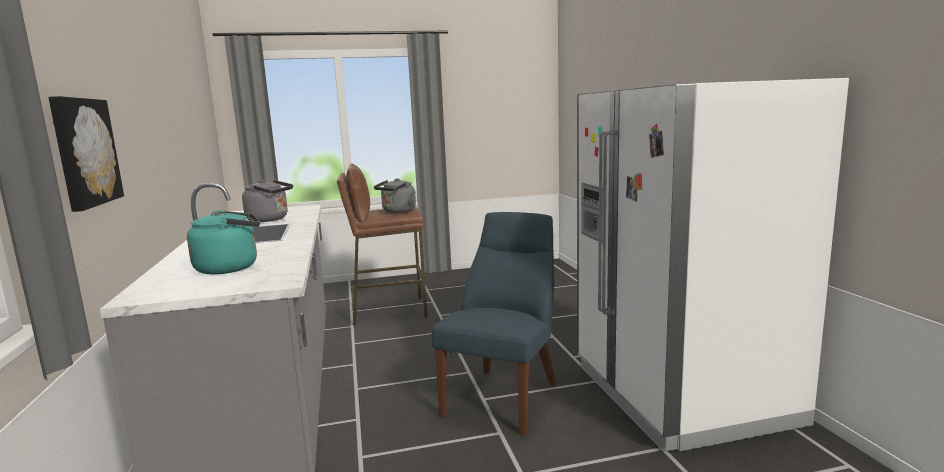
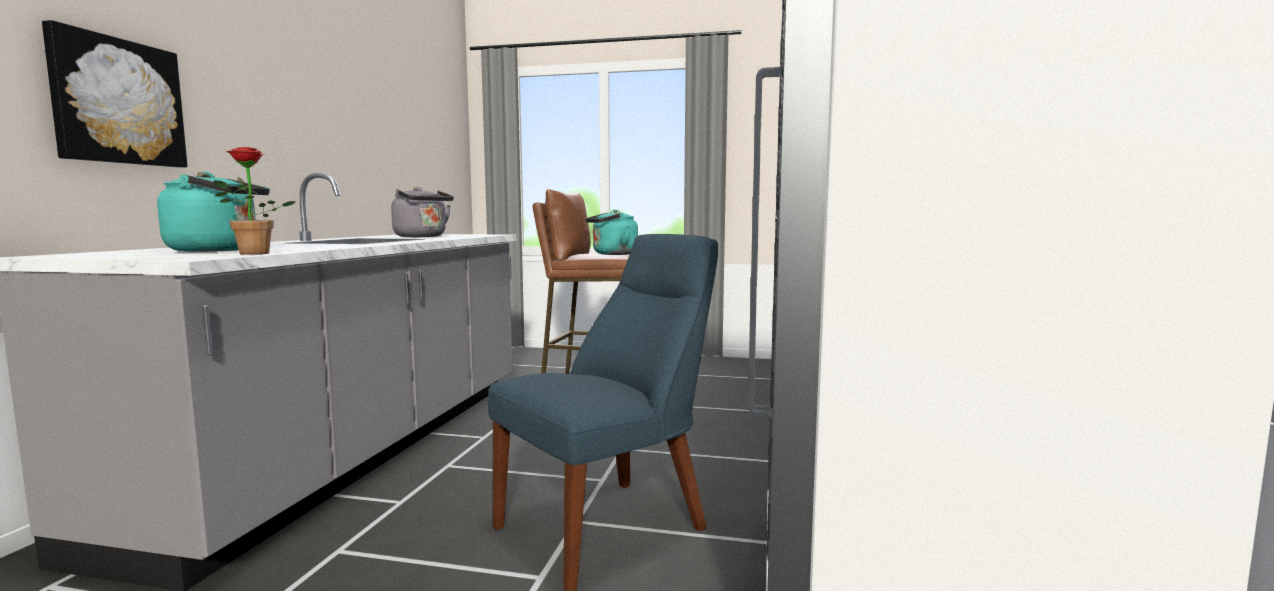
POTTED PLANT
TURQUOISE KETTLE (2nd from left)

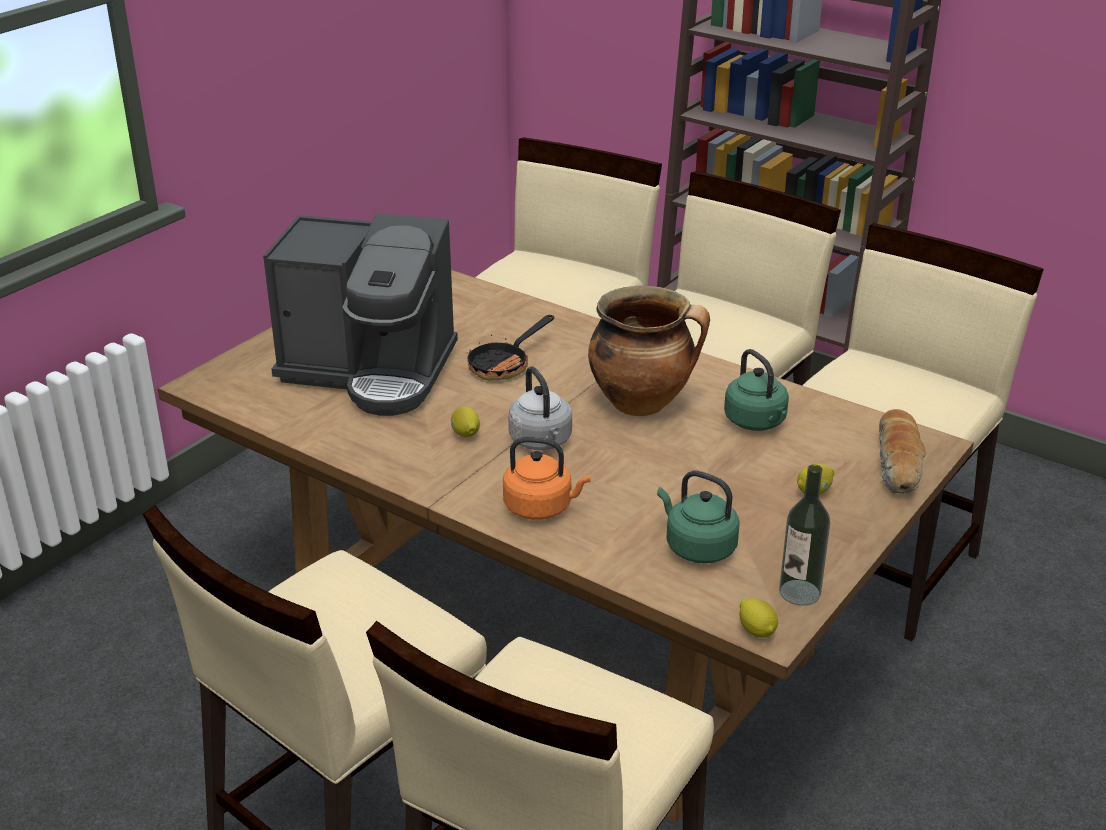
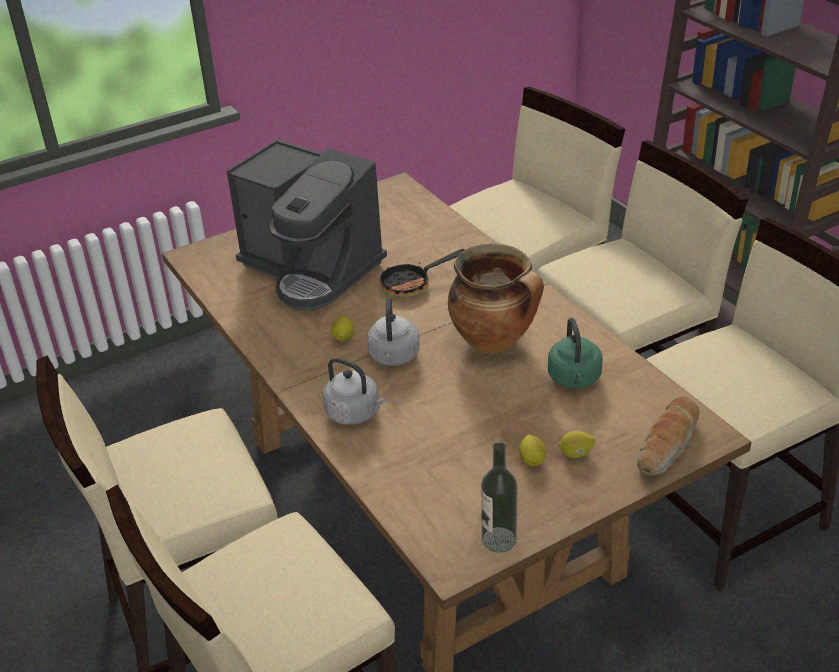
GREY KETTLE (1st from left)
LEMON (2nd from left)
GREEN KETTLE (1st from left in the first image)

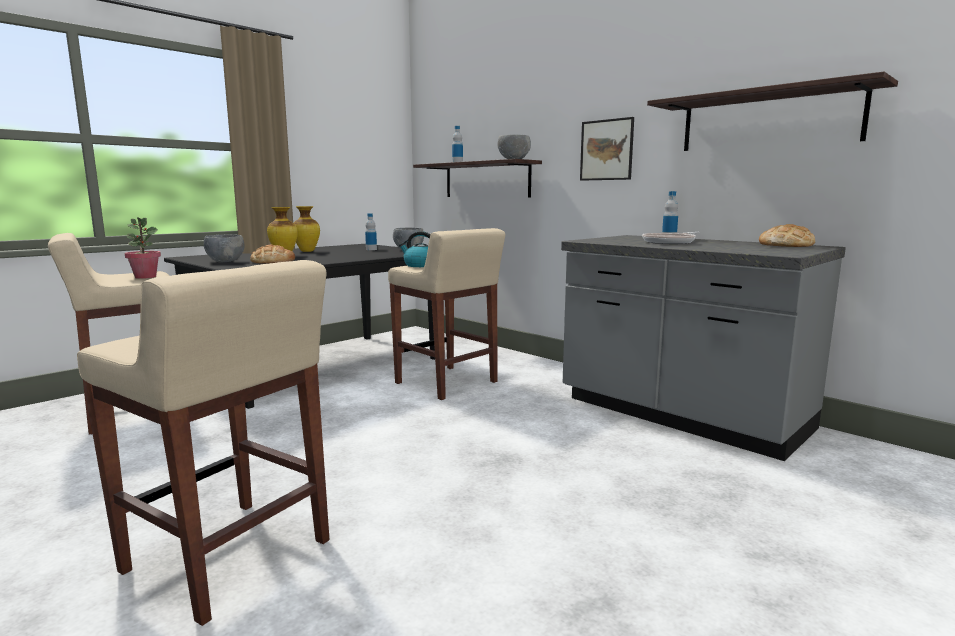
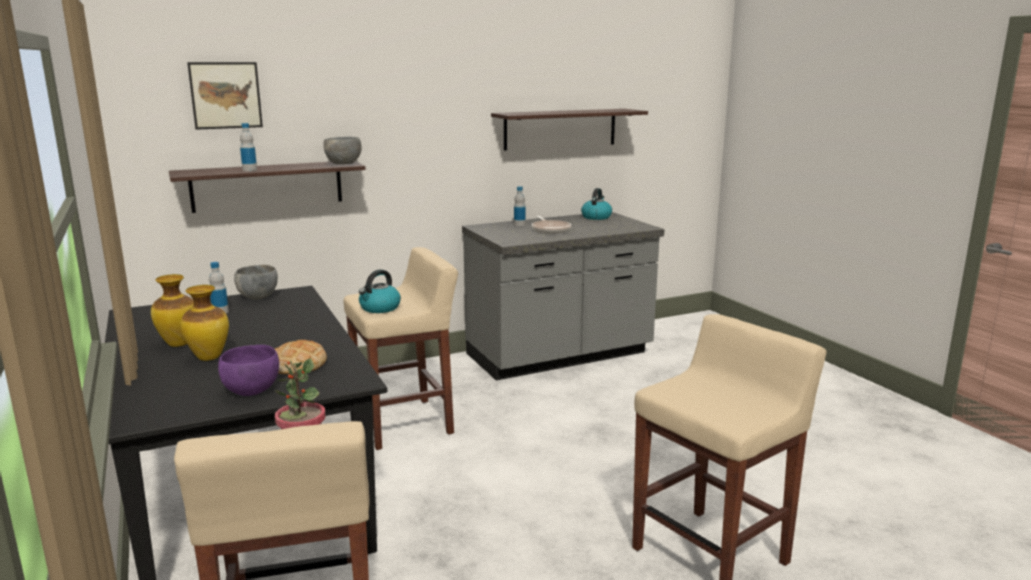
PICTURE
PURPLE BOWL
KETTLE (2nd from left)

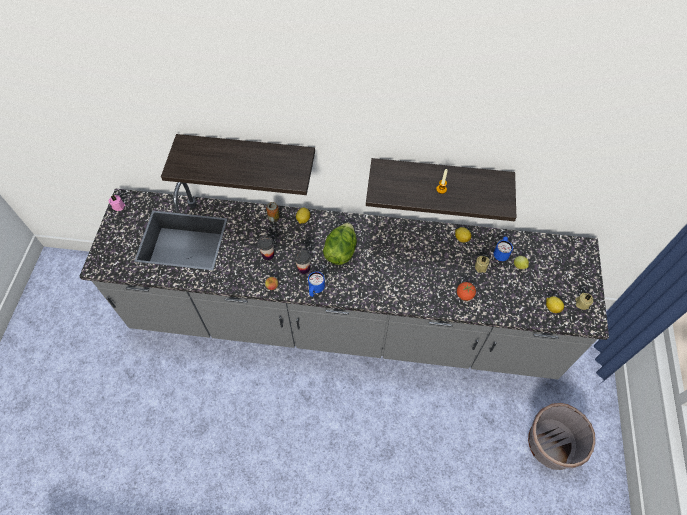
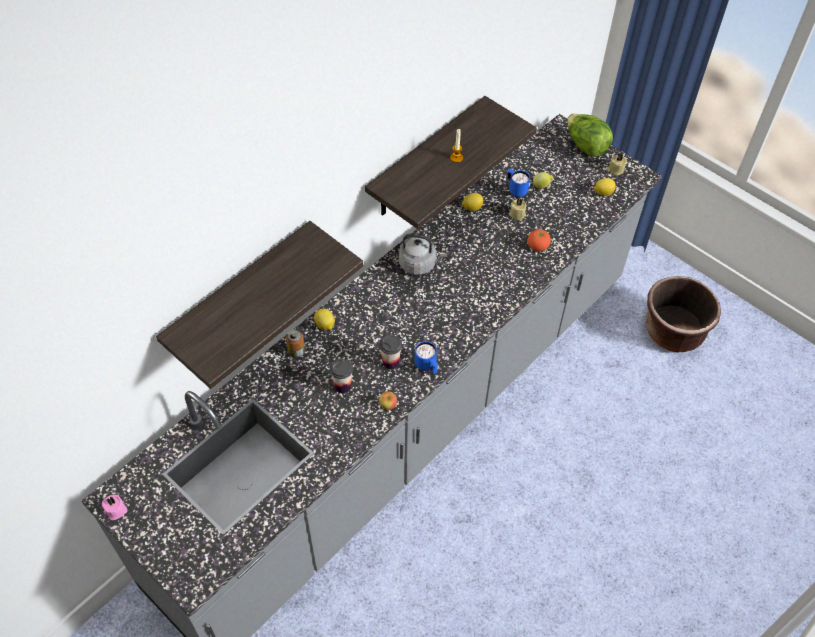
GREY KETTLE
LETTUCE
BROWN PLANTER

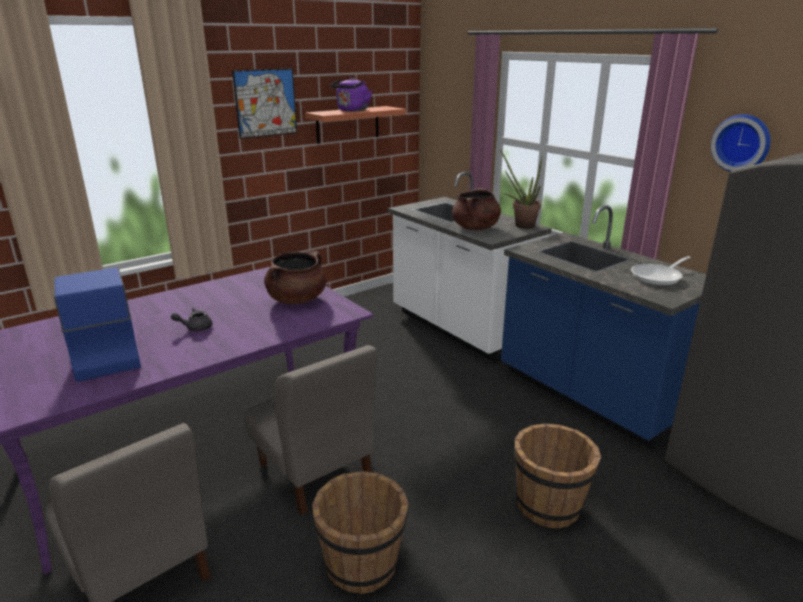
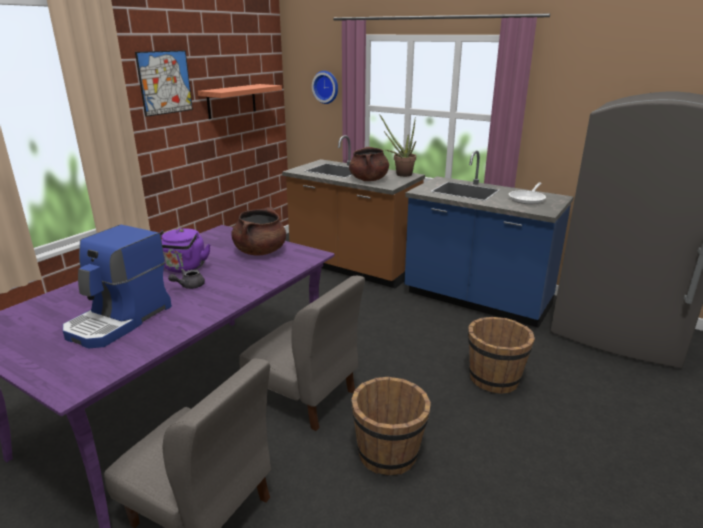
COFFEE MACHINE
PURPLE KETTLE
BROWN COUNTER
WALL CLOCK

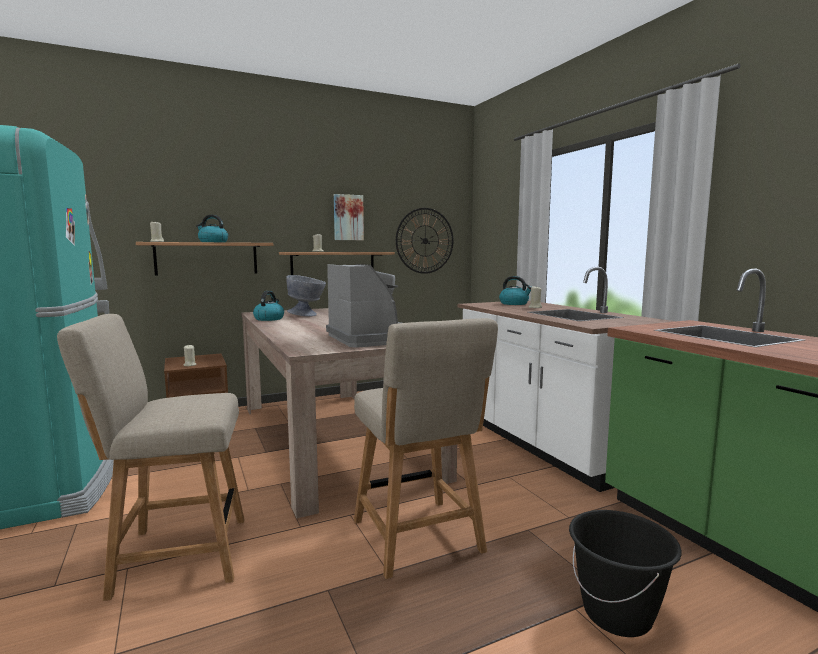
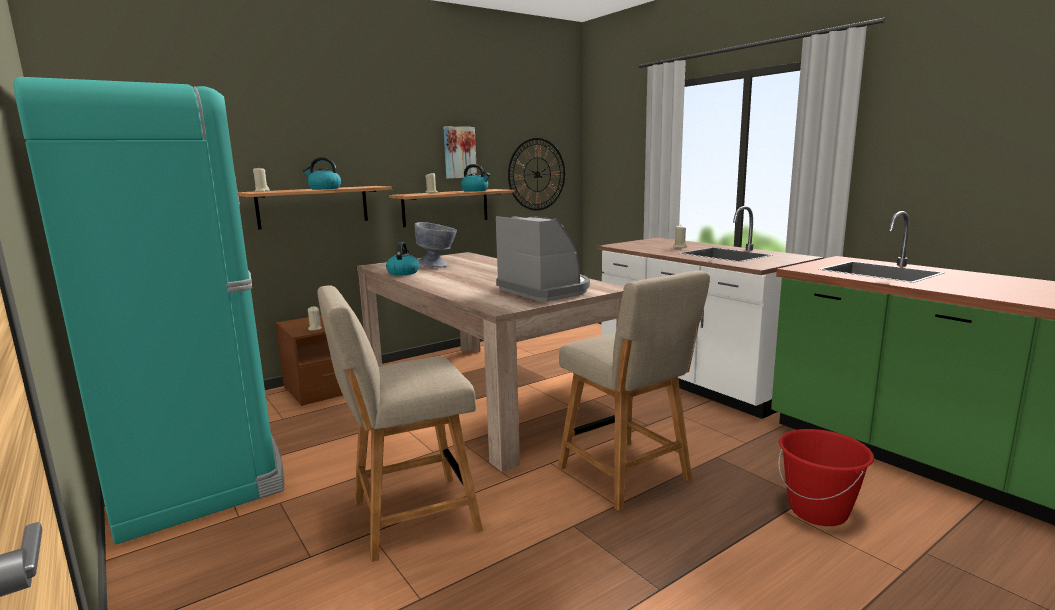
KETTLE (3rd from left)
RED BUCKET

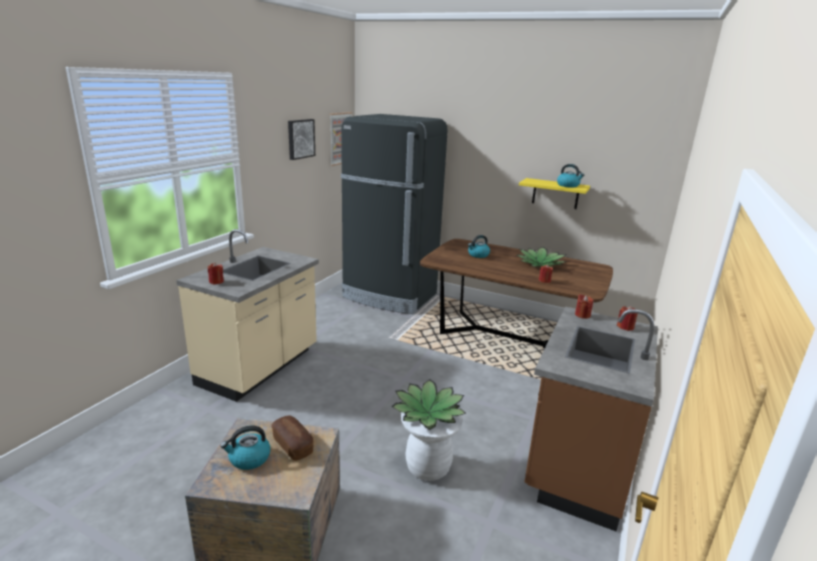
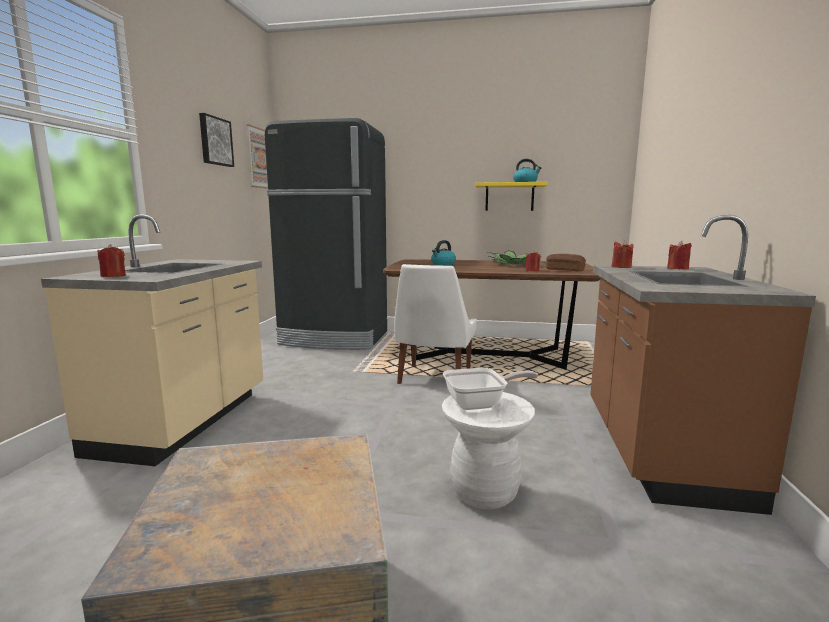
WHITE CHAIR
FRYING PAN
BREAD
KETTLE (1st from left in the first image)

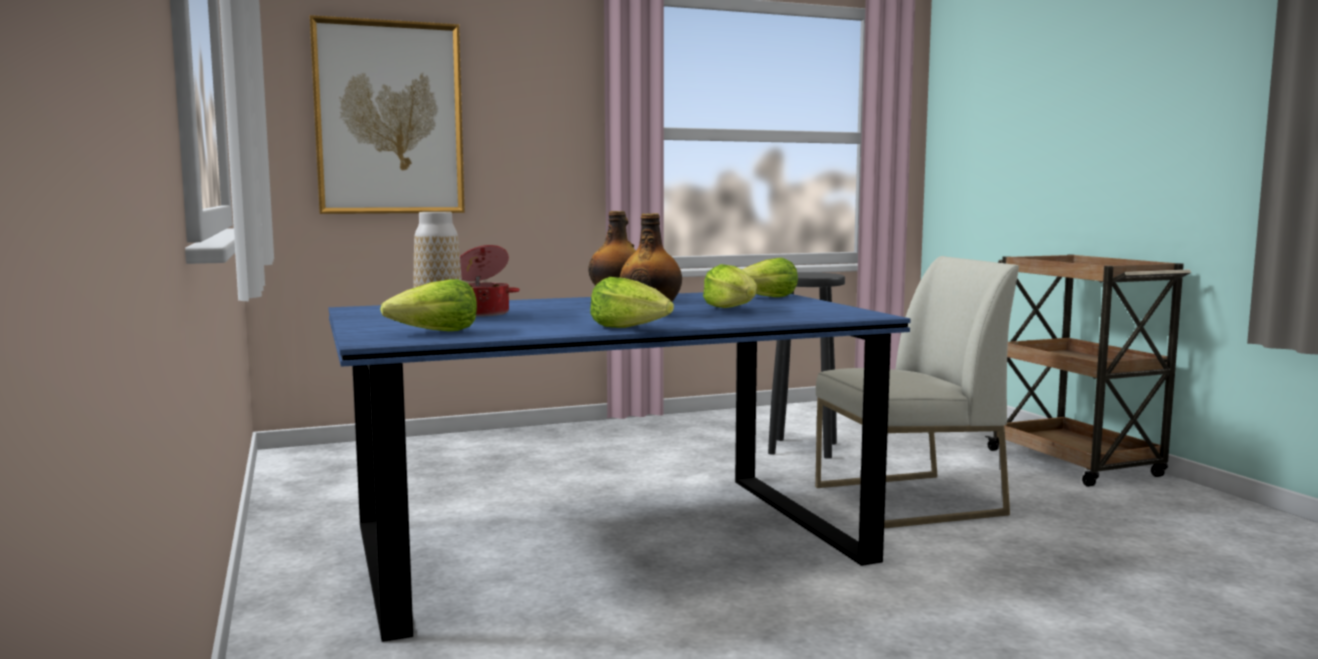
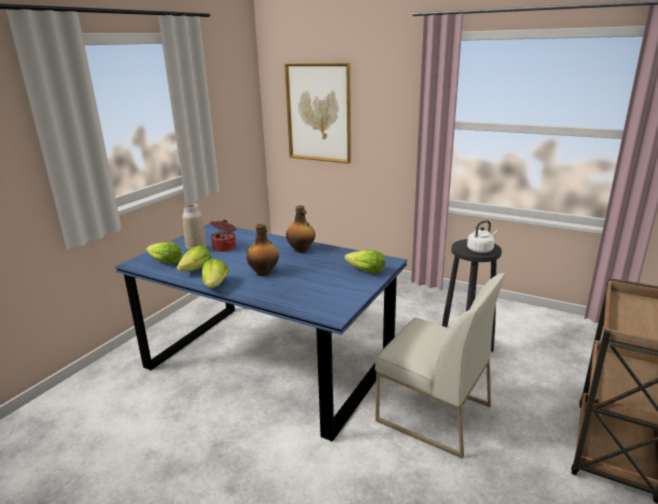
LETTUCE (2nd from left)
WHITE KETTLE

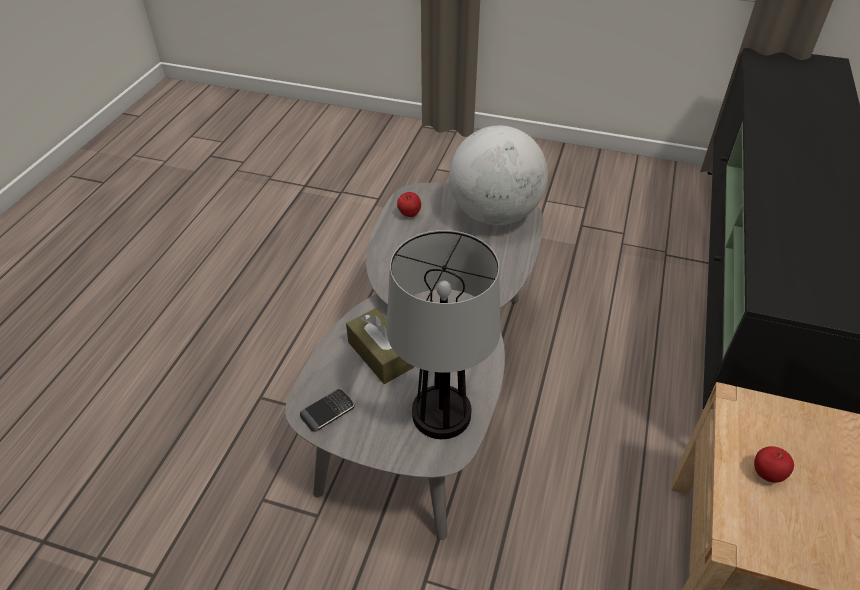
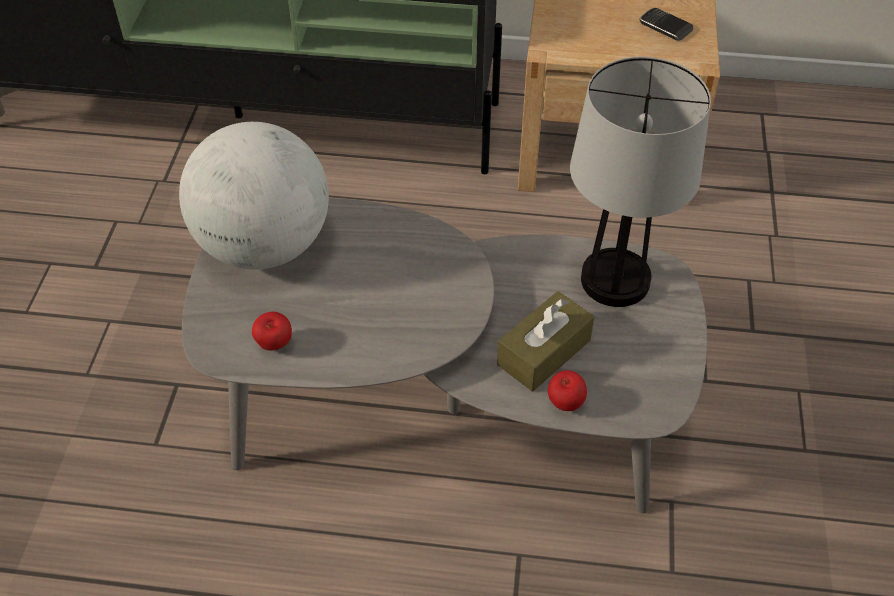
APPLE (2nd from left)
PHONE

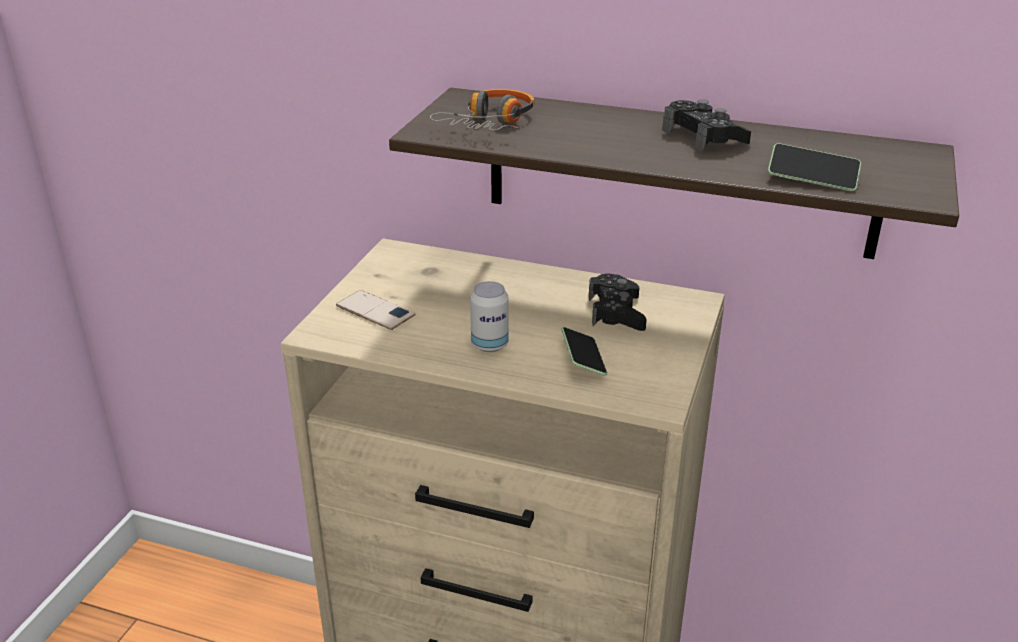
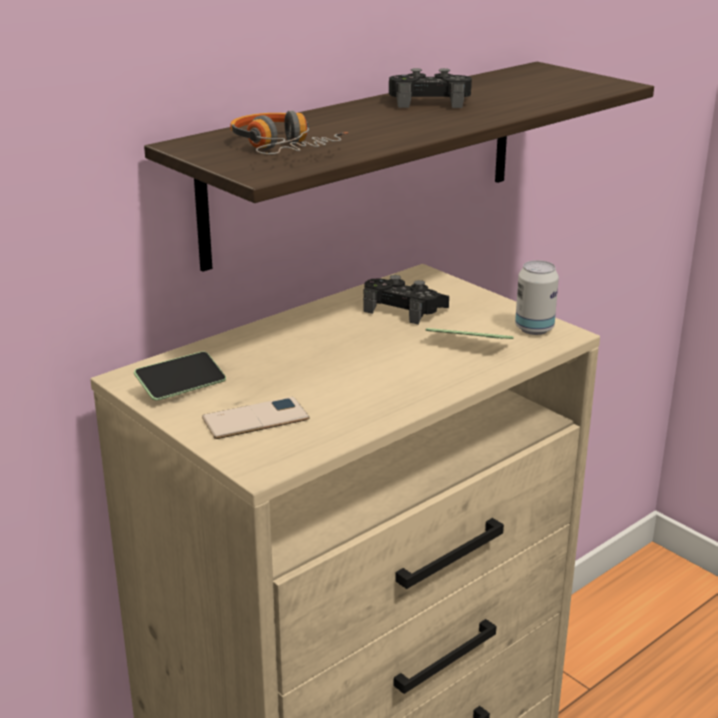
PHONE (1st from left)
CAN

